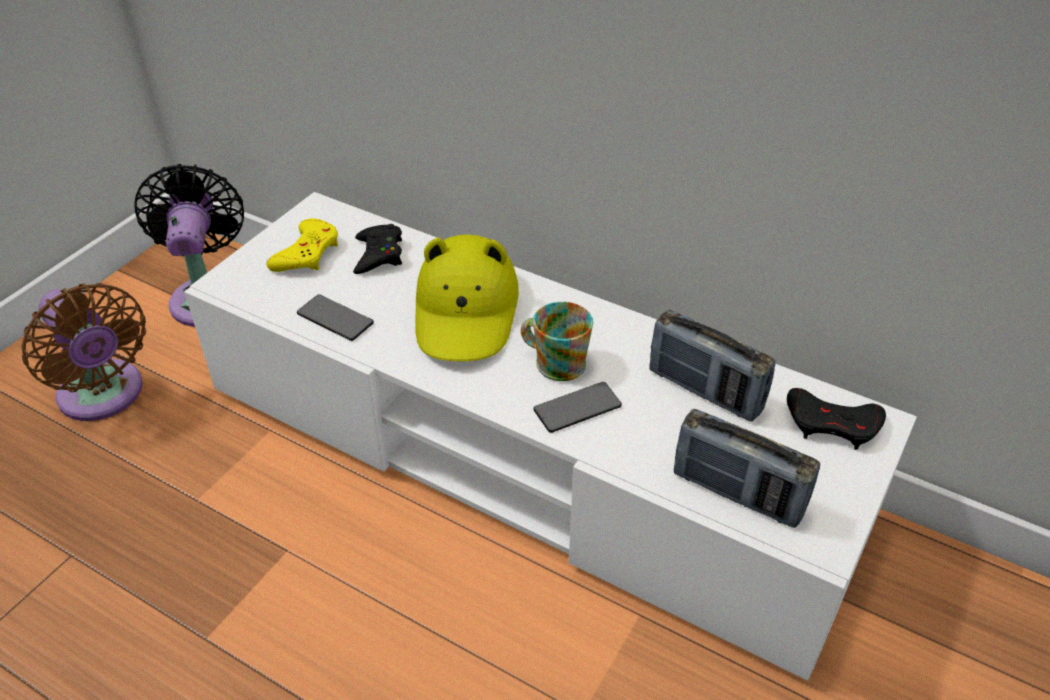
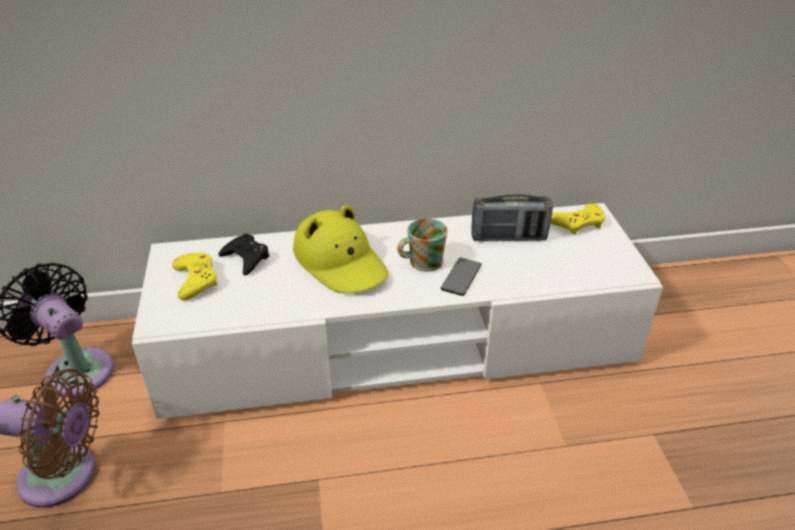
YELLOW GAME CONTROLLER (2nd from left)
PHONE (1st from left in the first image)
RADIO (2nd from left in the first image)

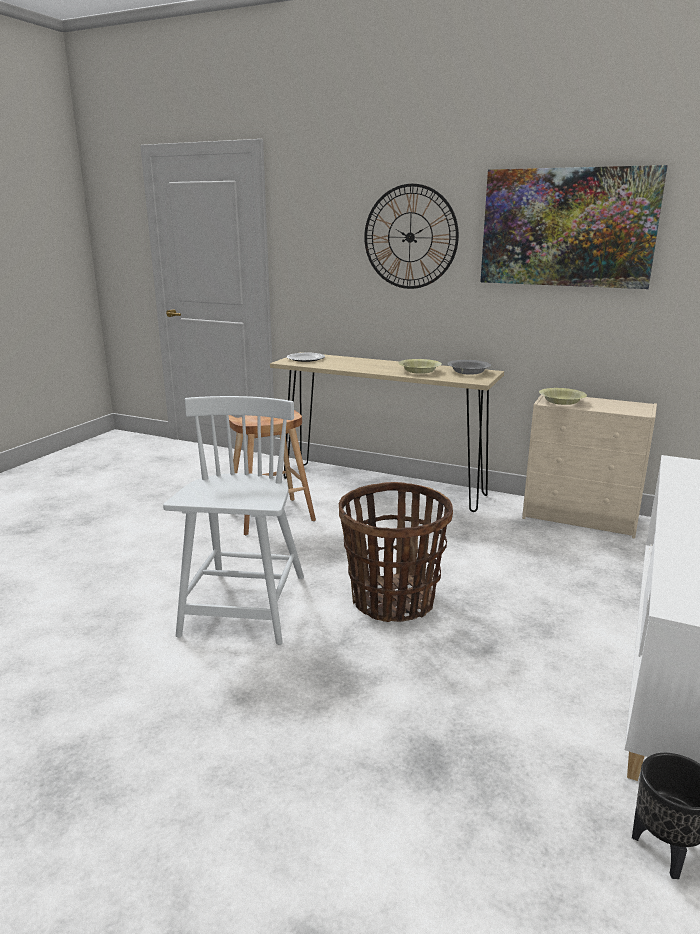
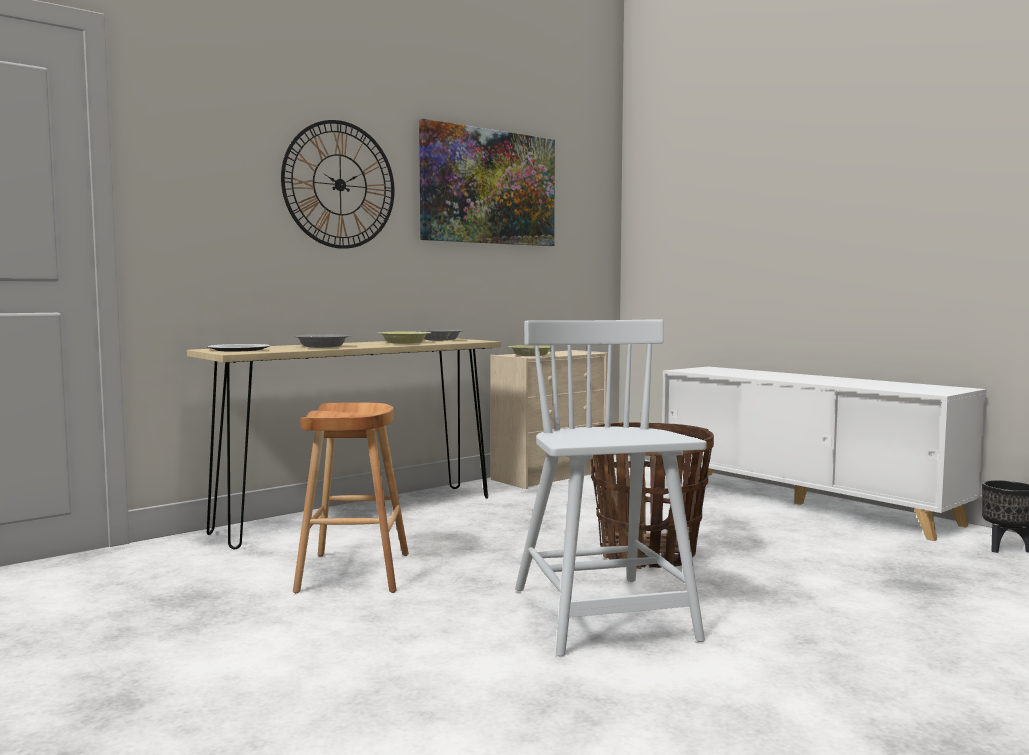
GREY BOWL (1st from left)
WHITE CHAIR

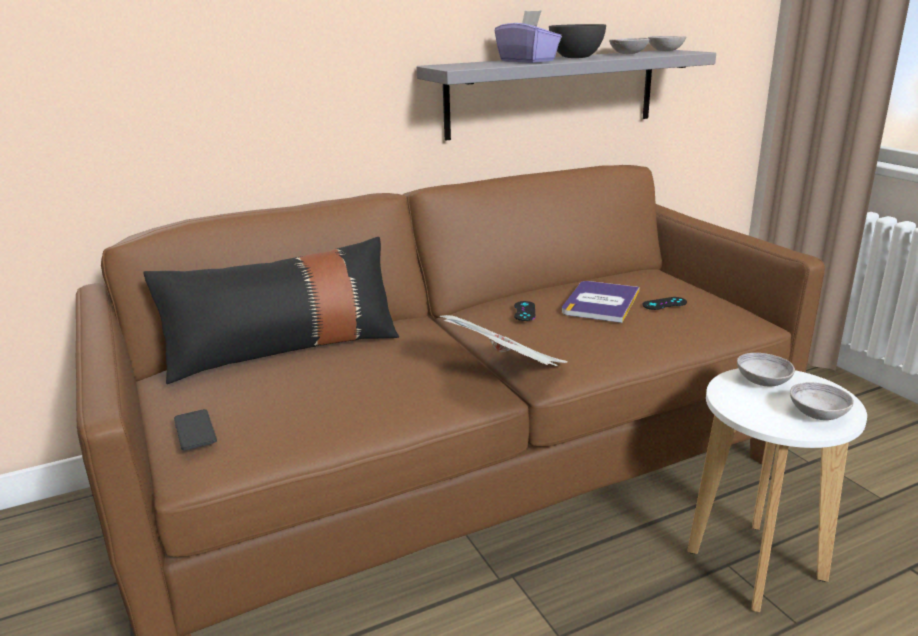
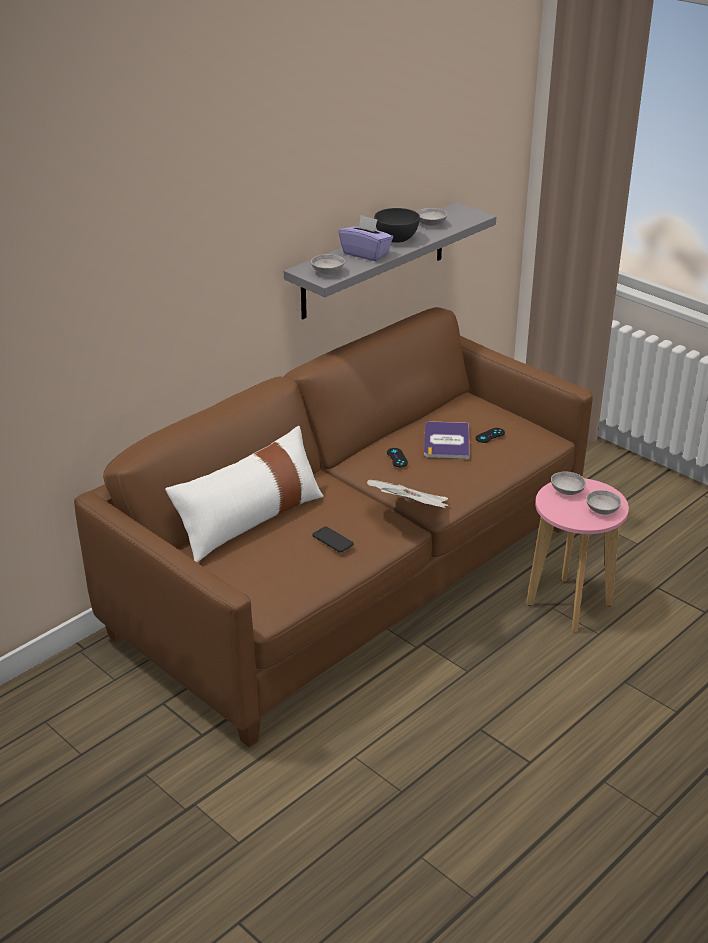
WHITE PILLOW
GREY BOWL (1st from left)
PHONE
PINK STOOL

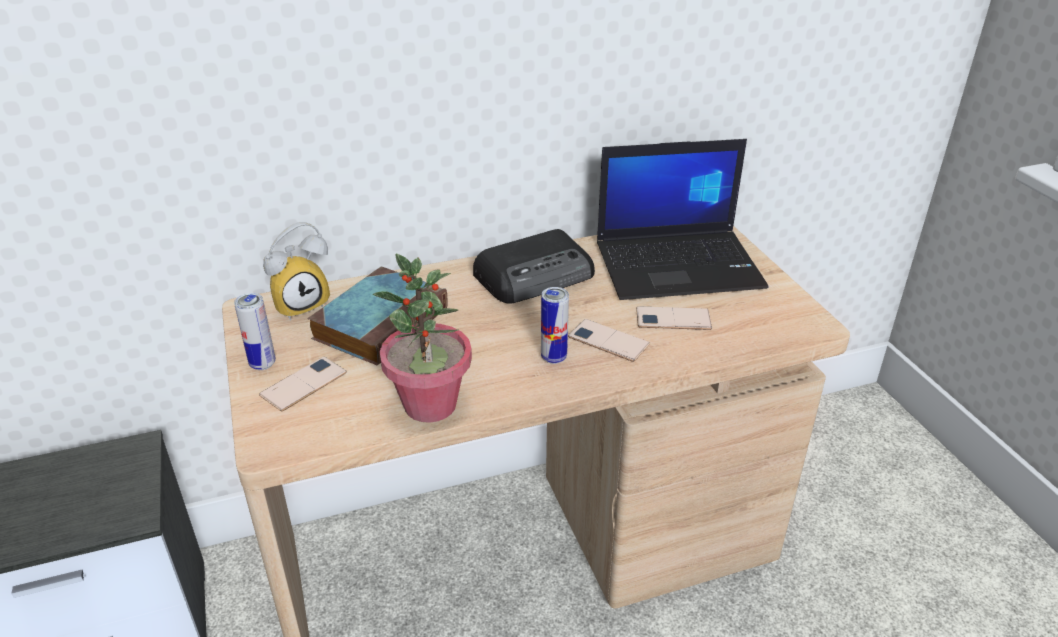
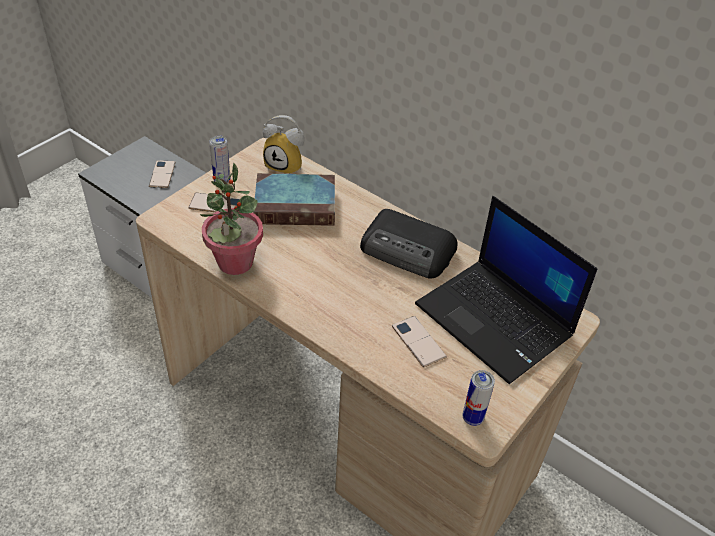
PHONE (1st from left)
CAN (2nd from left)

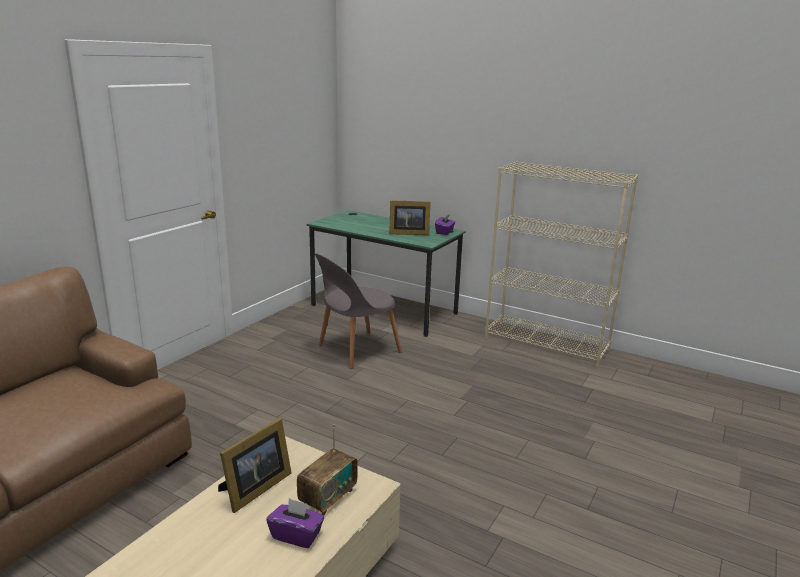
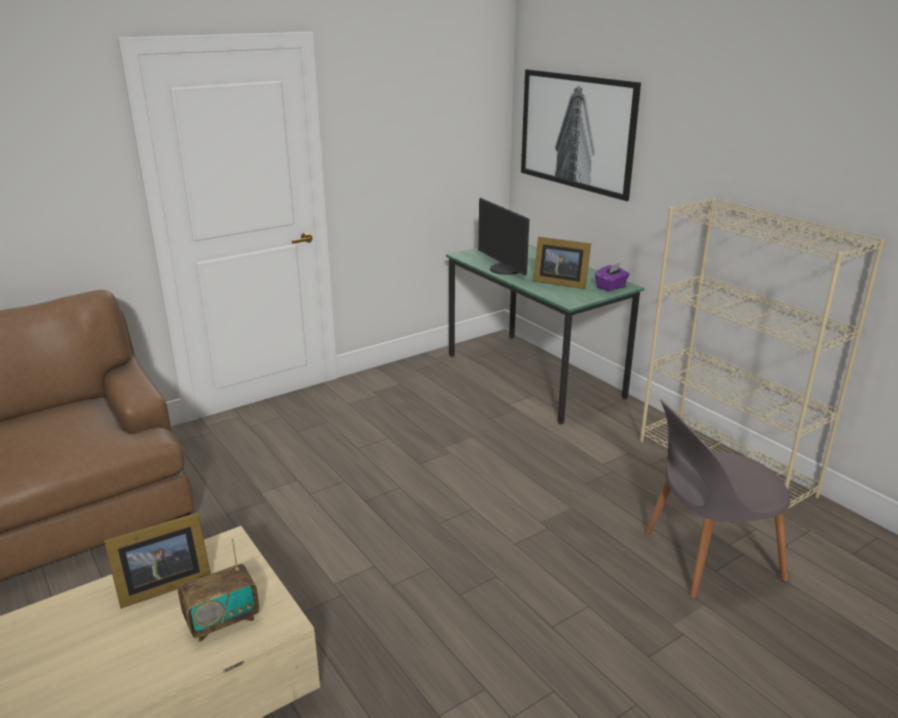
MONITOR
PICTURE
GREY CHAIR
PURPLE TISSUE BOX (1st from left in the first image)

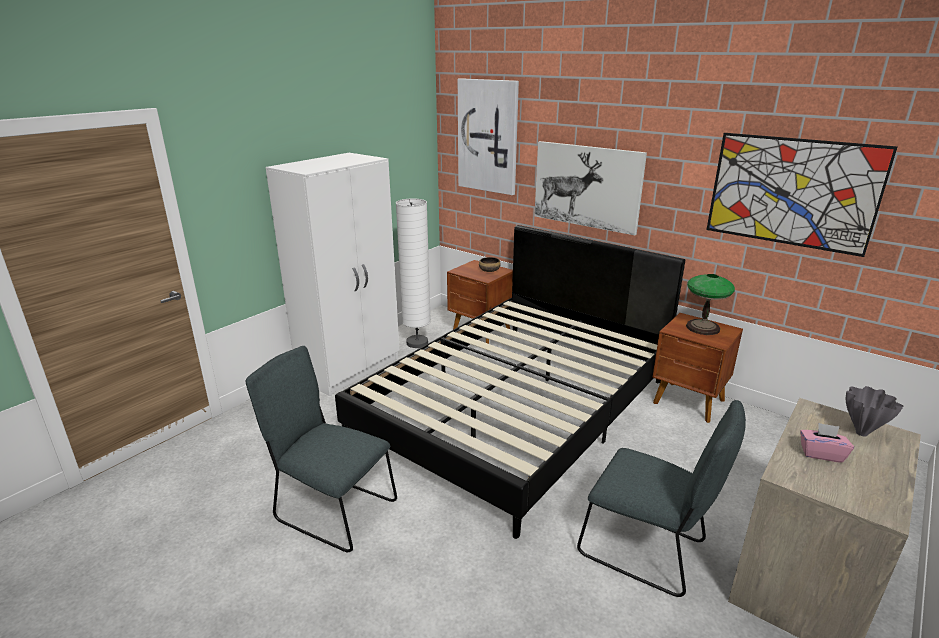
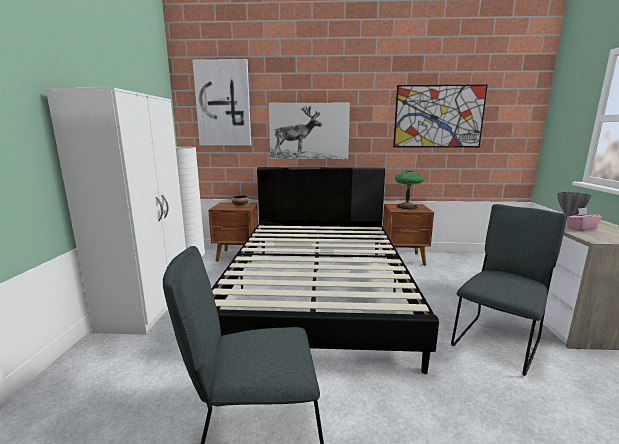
GREY CHAIR (2nd from left)

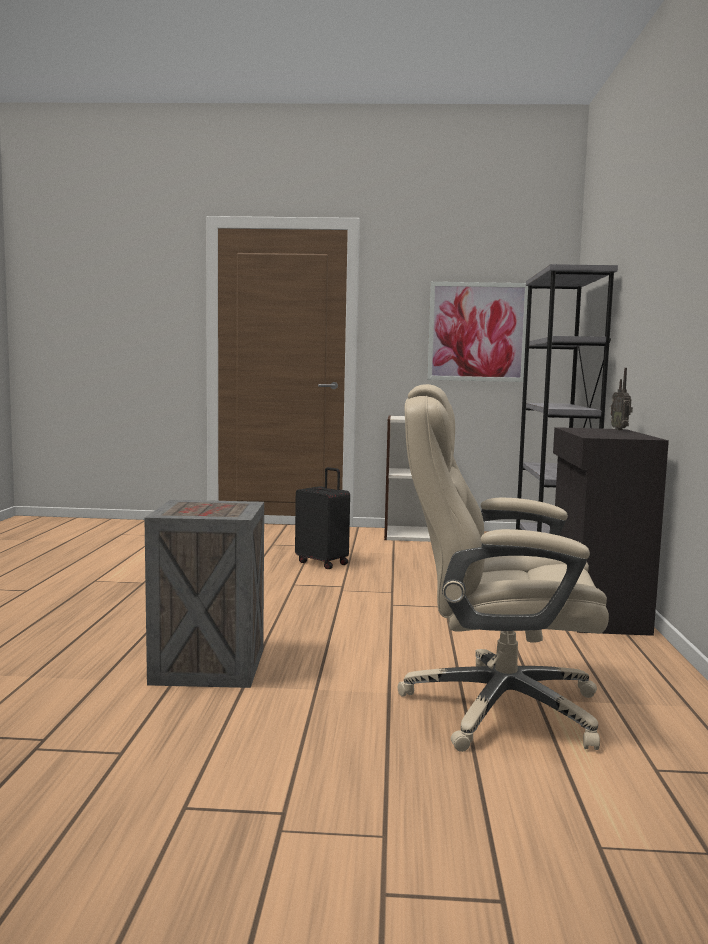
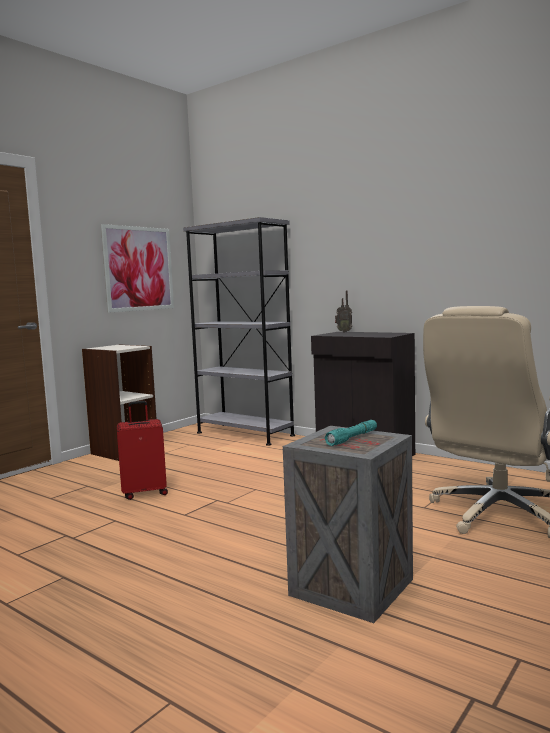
RED SUITCASE
TURQUOISE FLASHLIGHT

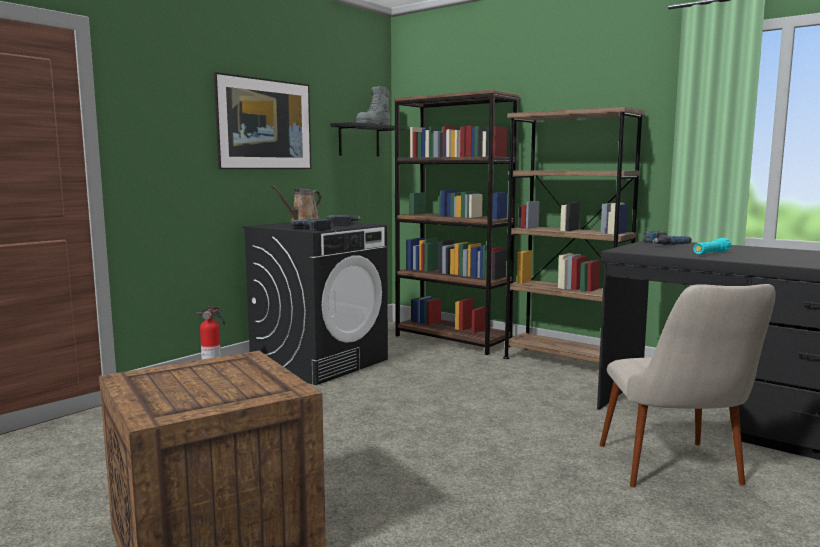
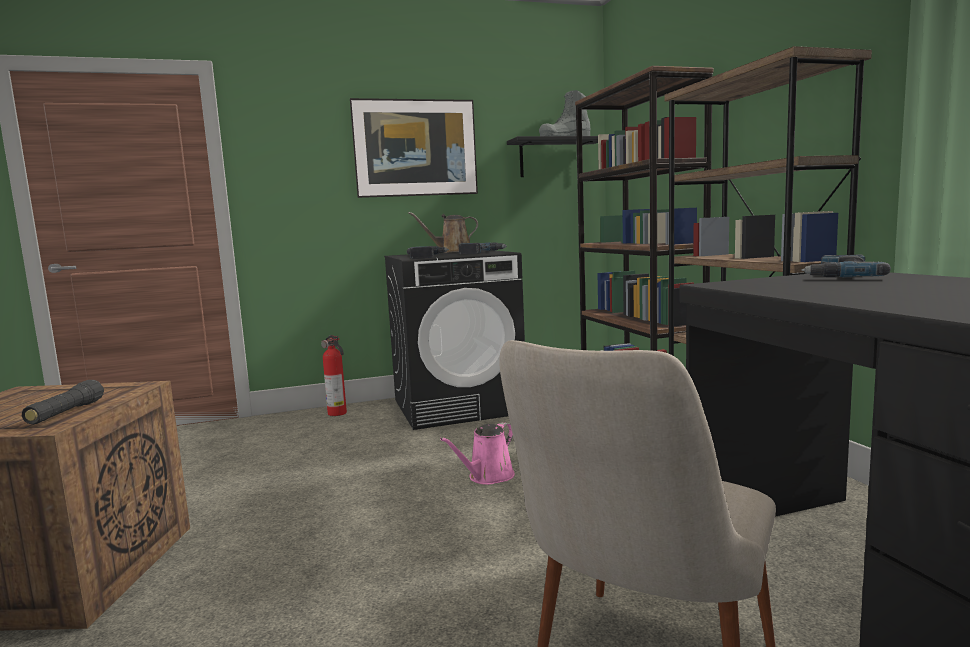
BLACK FLASHLIGHT
PINK WATERING CAN
TURQUOISE FLASHLIGHT

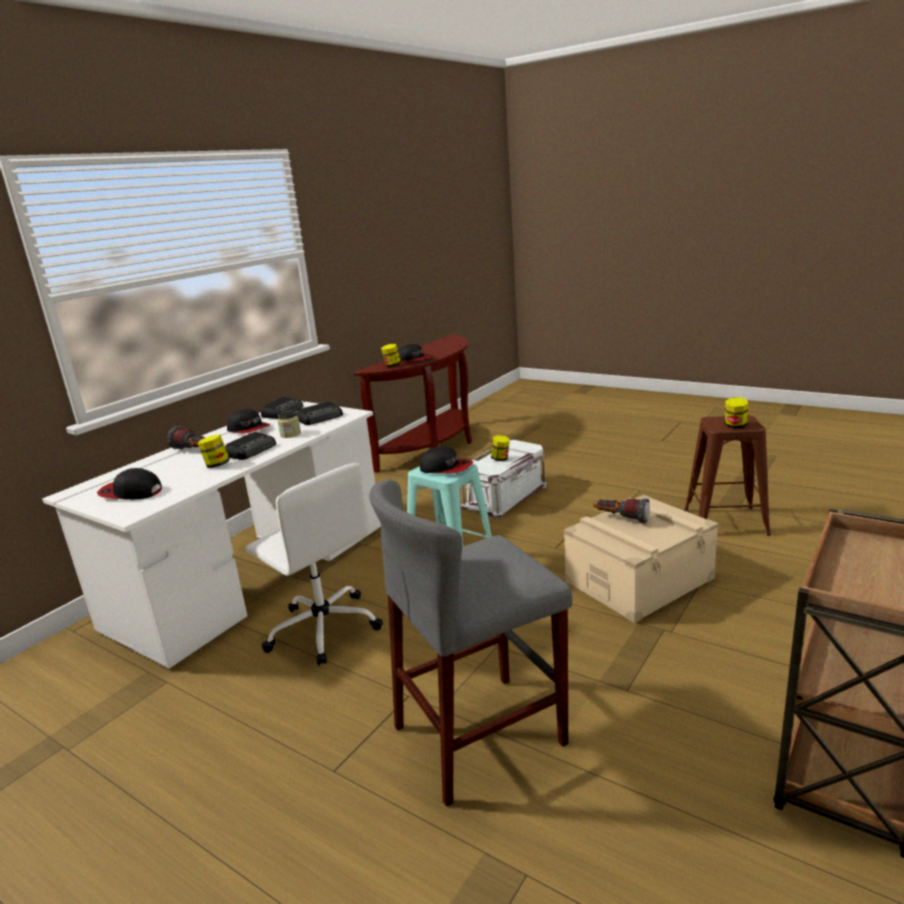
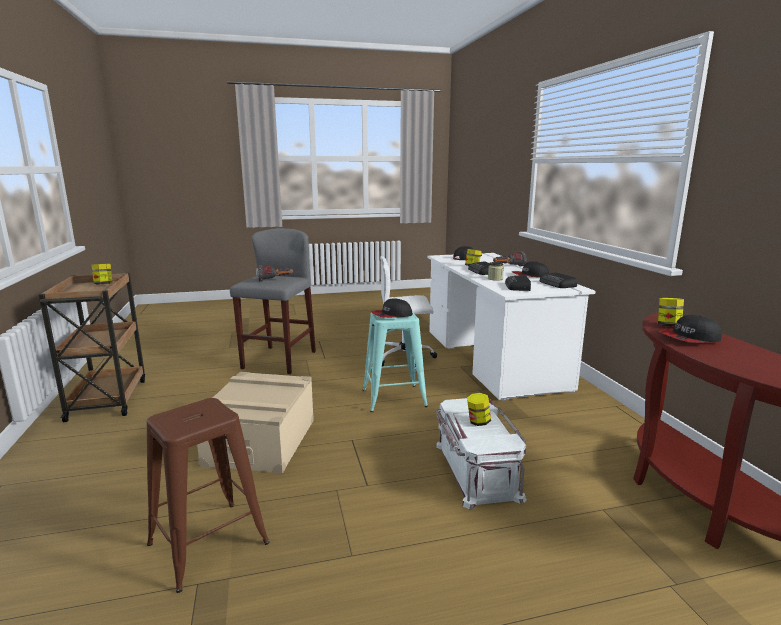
JAR (1st from left)
FLASHLIGHT (1st from left)

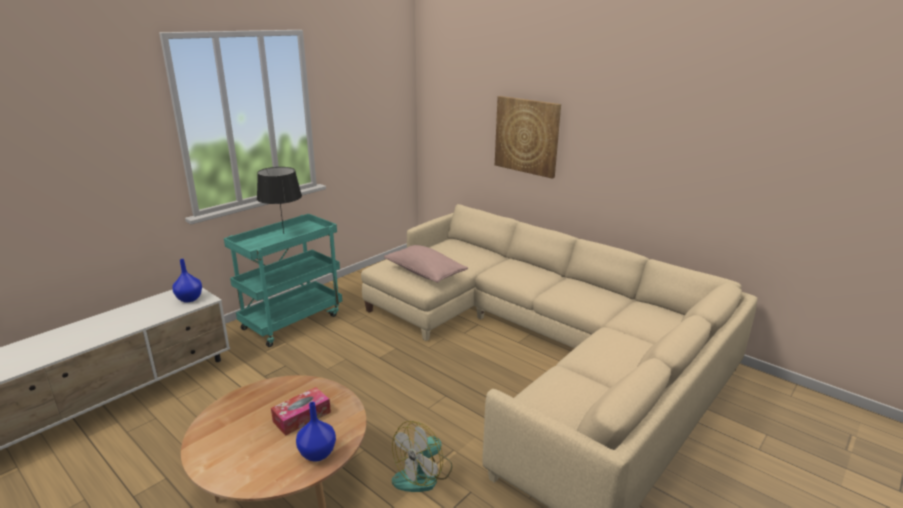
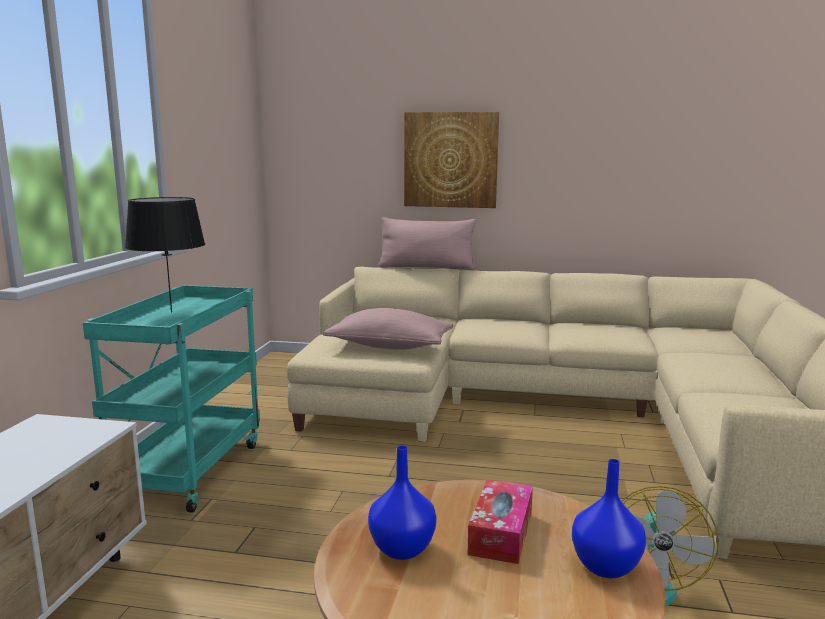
BLUE VASE (1st from left)
PINK PILLOW (2nd from left)

